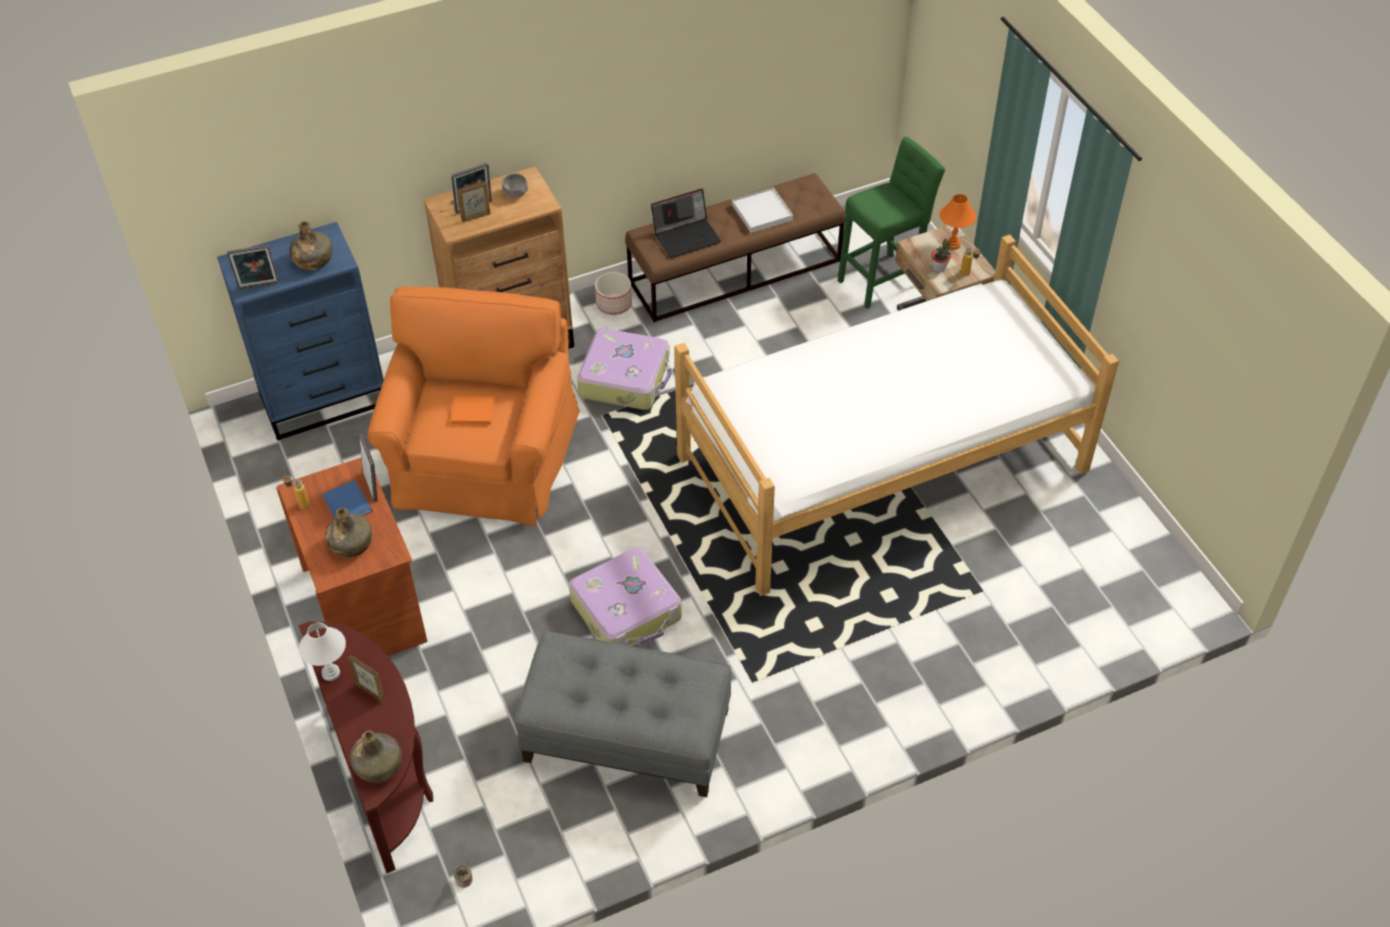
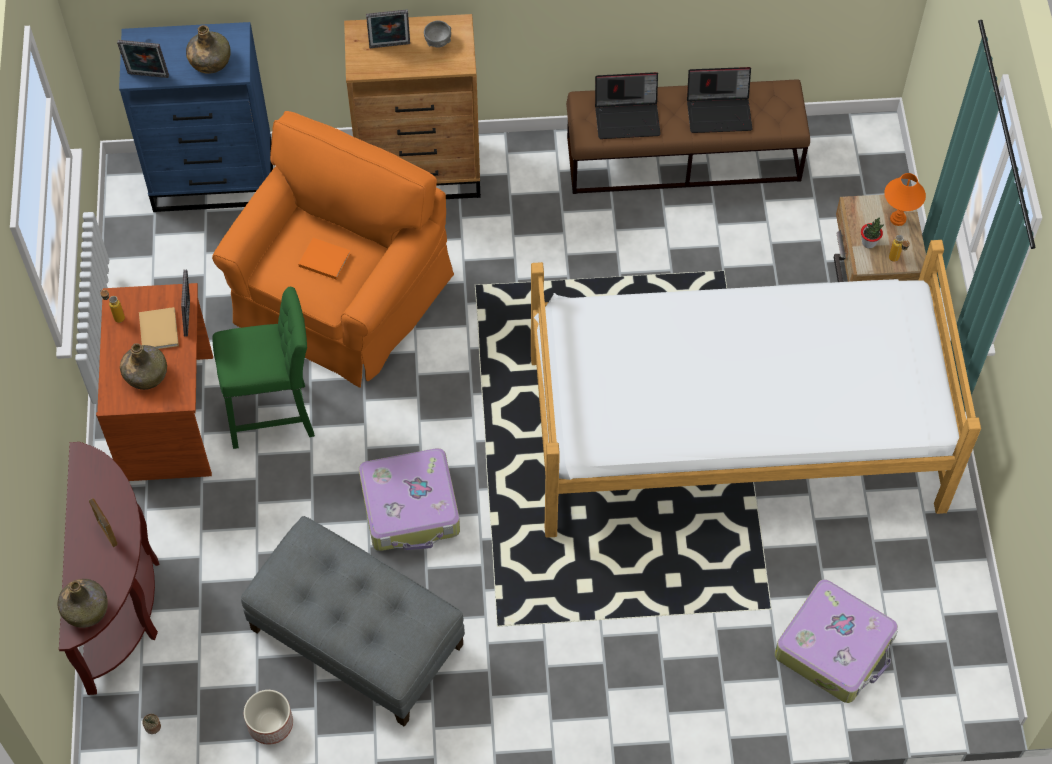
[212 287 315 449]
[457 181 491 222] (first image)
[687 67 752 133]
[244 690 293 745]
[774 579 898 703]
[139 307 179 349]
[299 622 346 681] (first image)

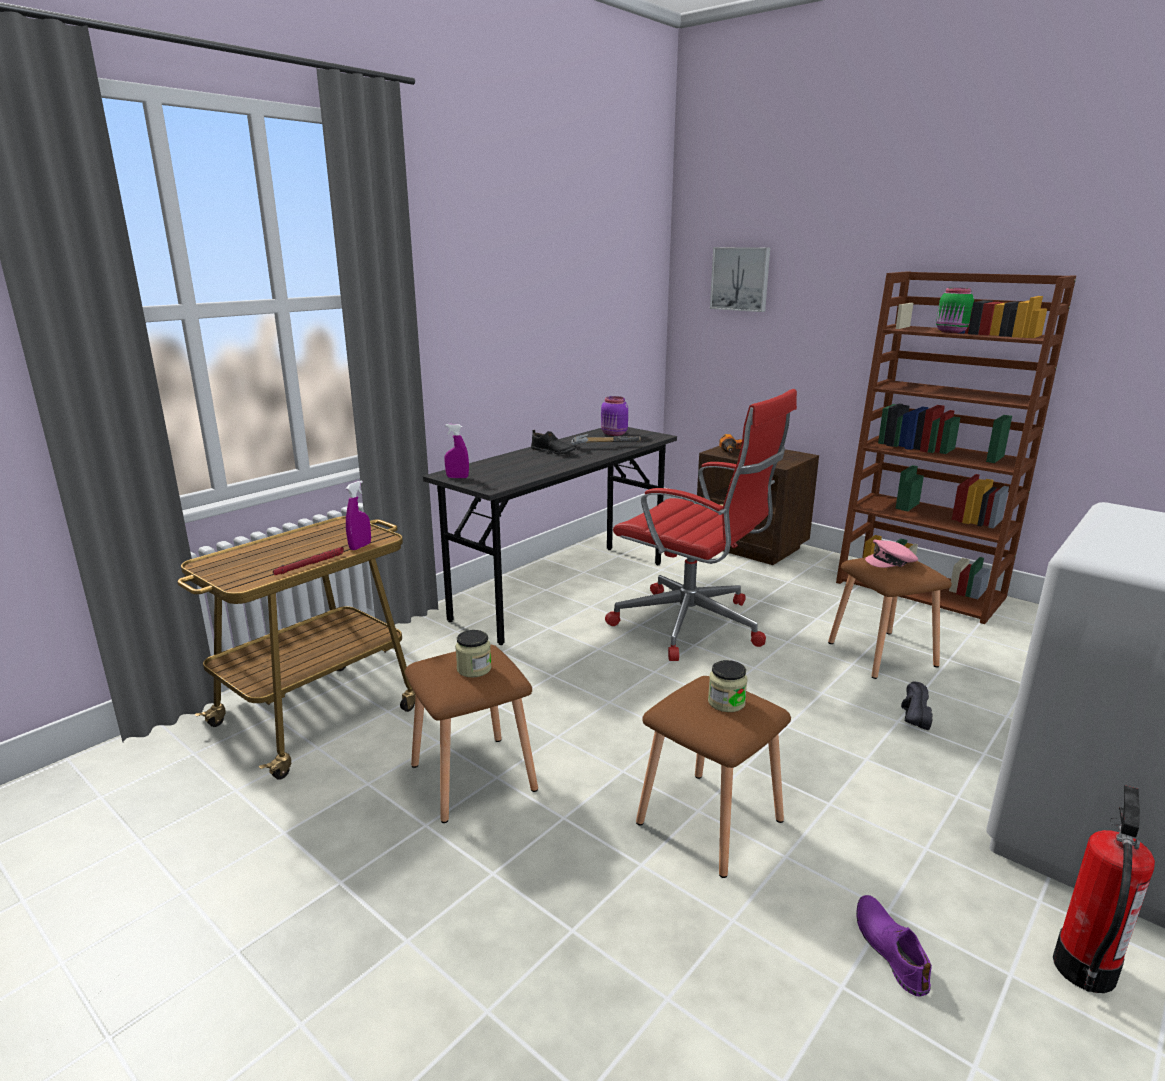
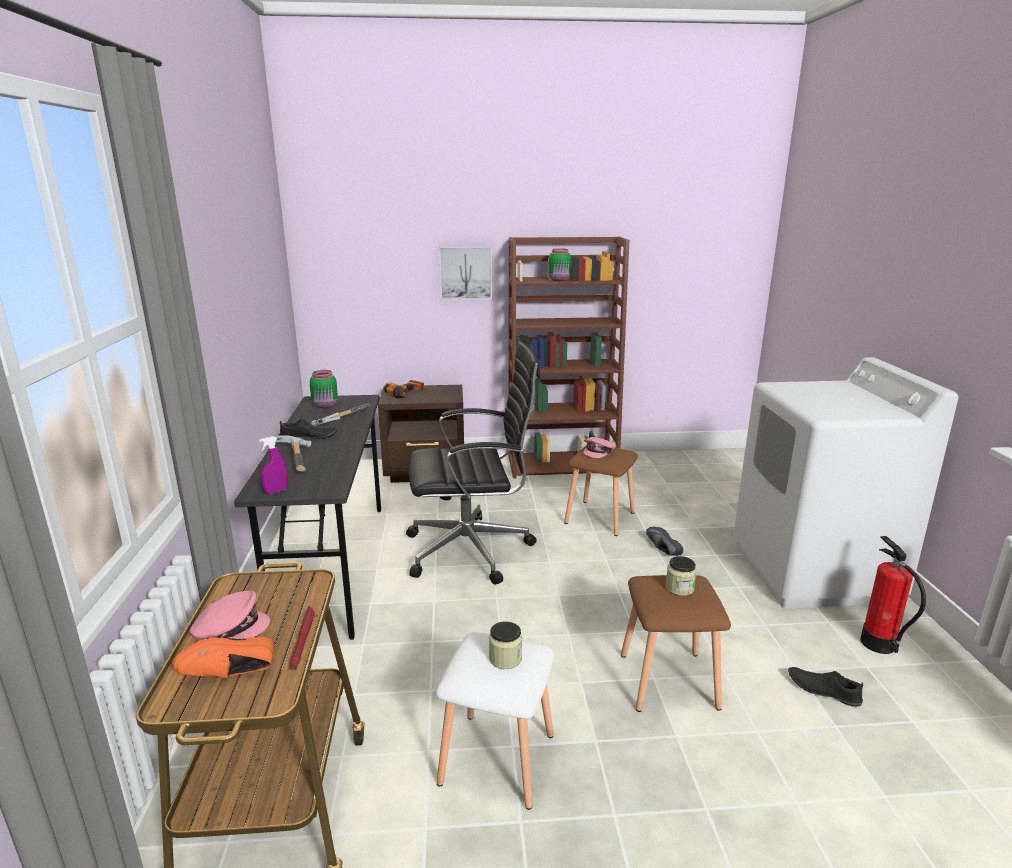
[439 246 492 300]
[406 341 541 585]
[310 370 338 408]
[346 480 371 550] (first image)
[436 632 555 810]
[788 667 863 707]
[275 435 312 472]
[190 591 270 639]
[172 637 275 679]

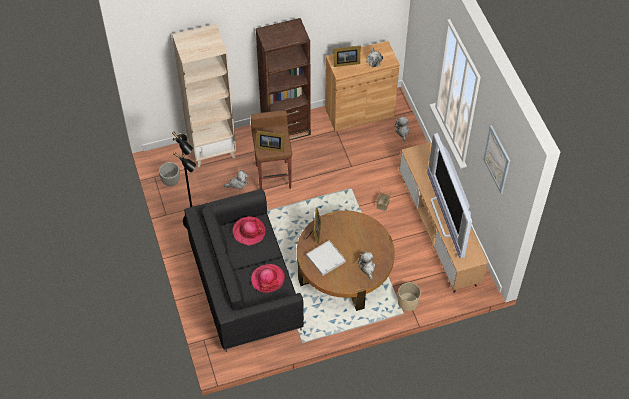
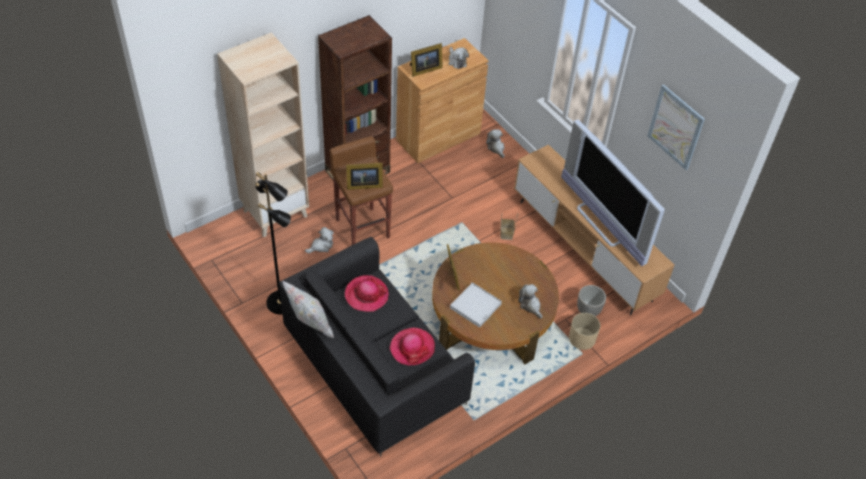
[577 285 606 316]
[282 281 334 338]

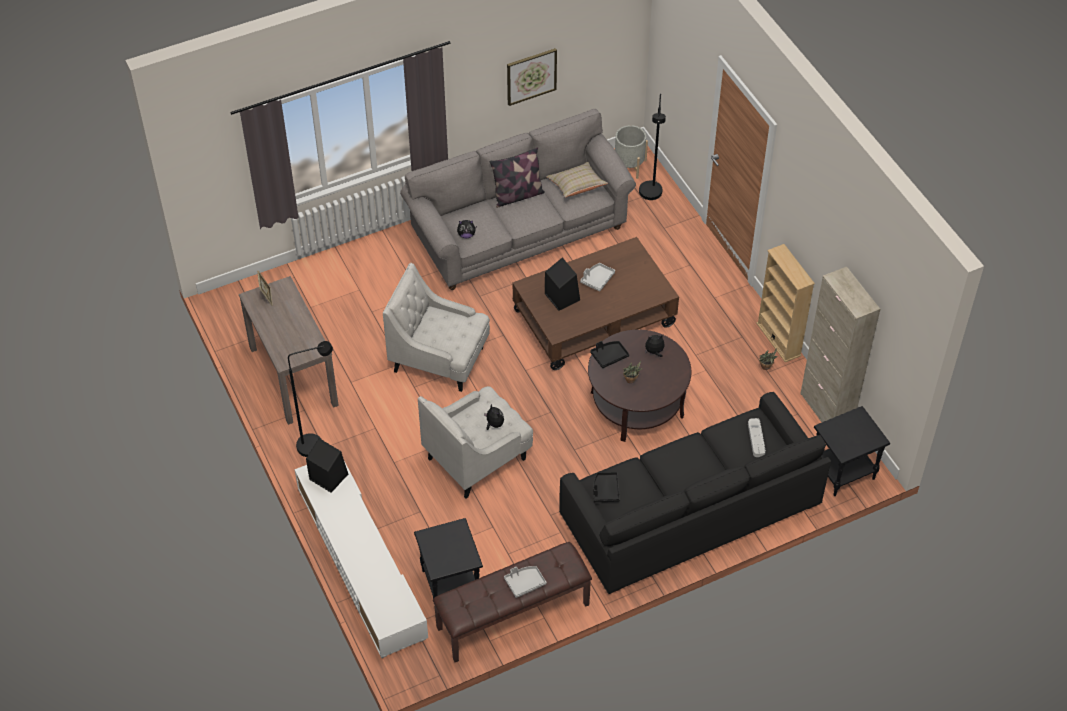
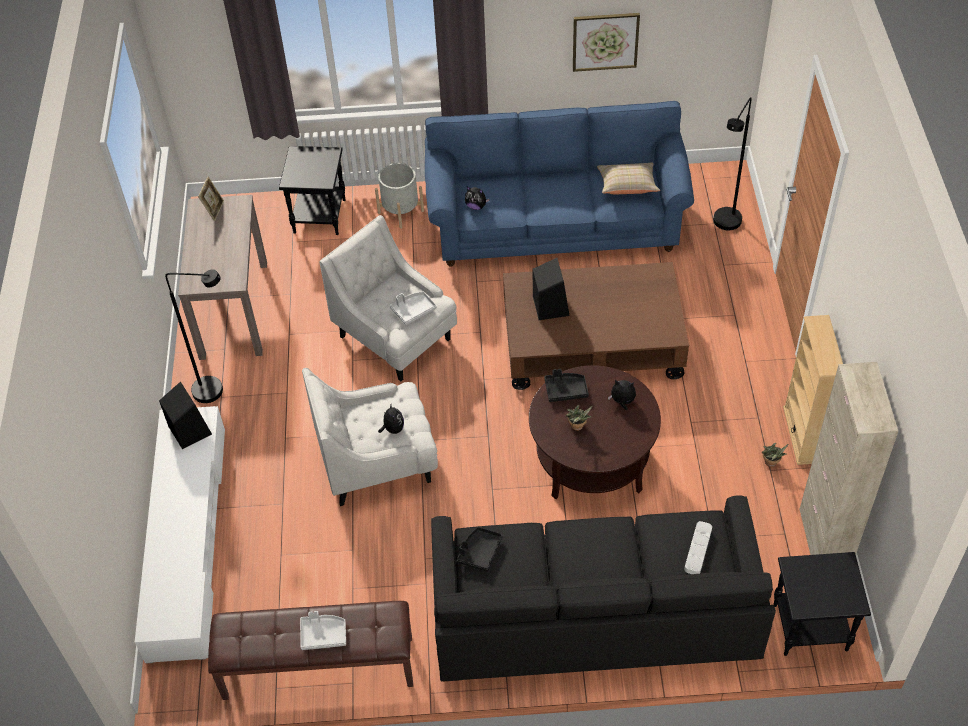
[425 101 694 267]
[375 163 424 229]
[490 147 545 208] (first image)
[390 292 437 325]
[279 146 345 235]

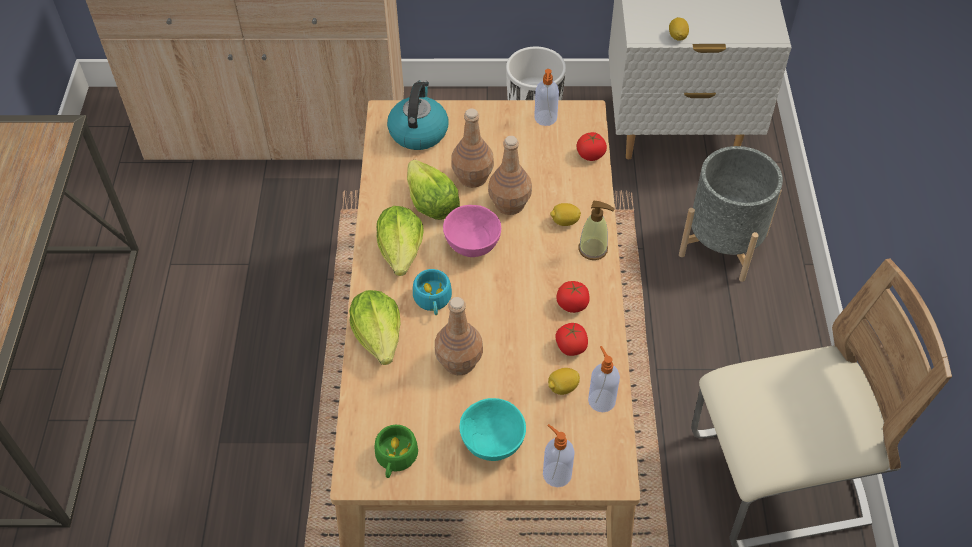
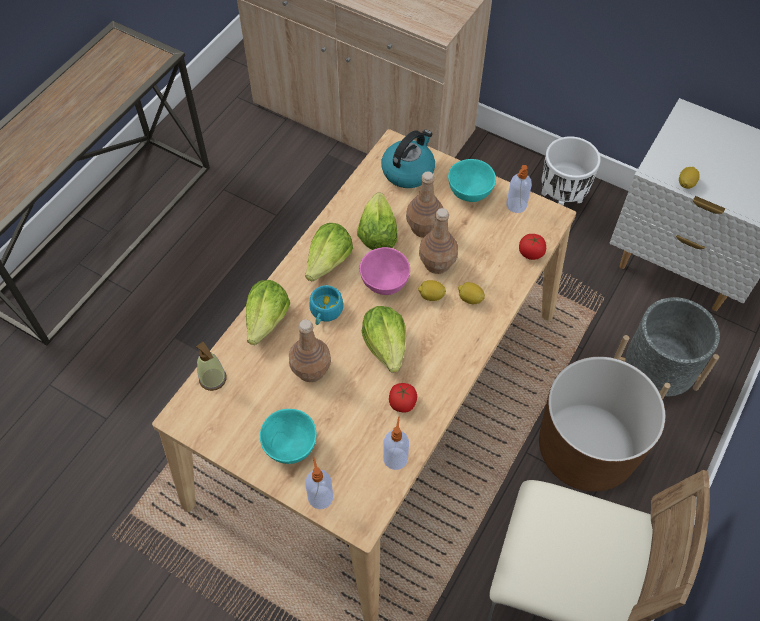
[196 342 227 391]
[556 281 590 313] (first image)
[418 280 446 301]
[375 425 418 478] (first image)
[448 159 496 202]
[362 306 406 373]
[539 357 665 492]

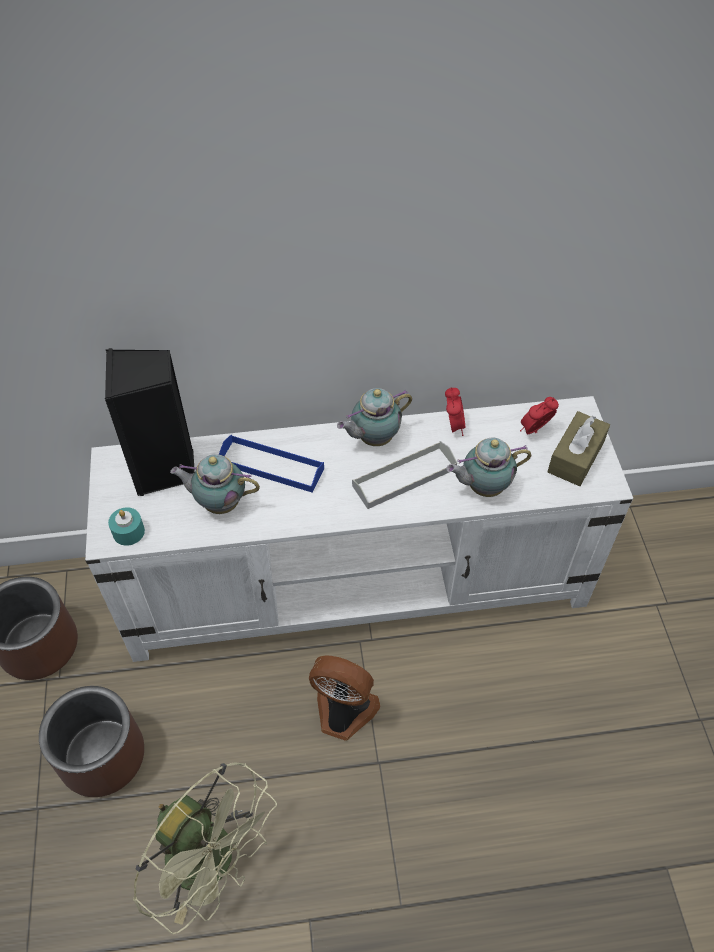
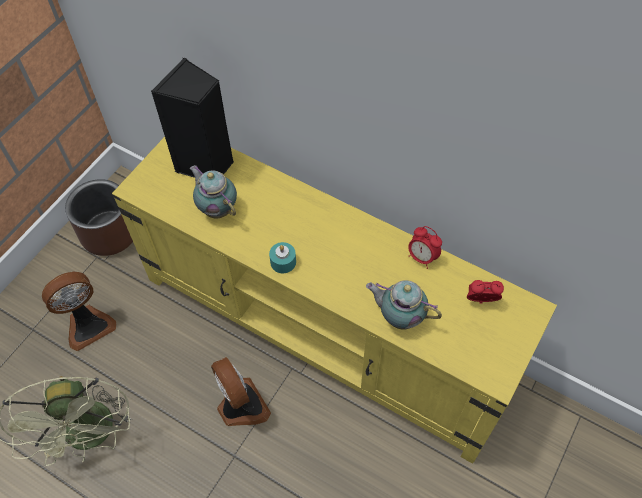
[408 226 442 269]
[337 388 412 446] (first image)
[112 137 557 464]
[547 411 610 486] (first image)
[219 435 324 493] (first image)
[352 441 457 509] (first image)
[269 242 296 273]
[42 272 117 351]

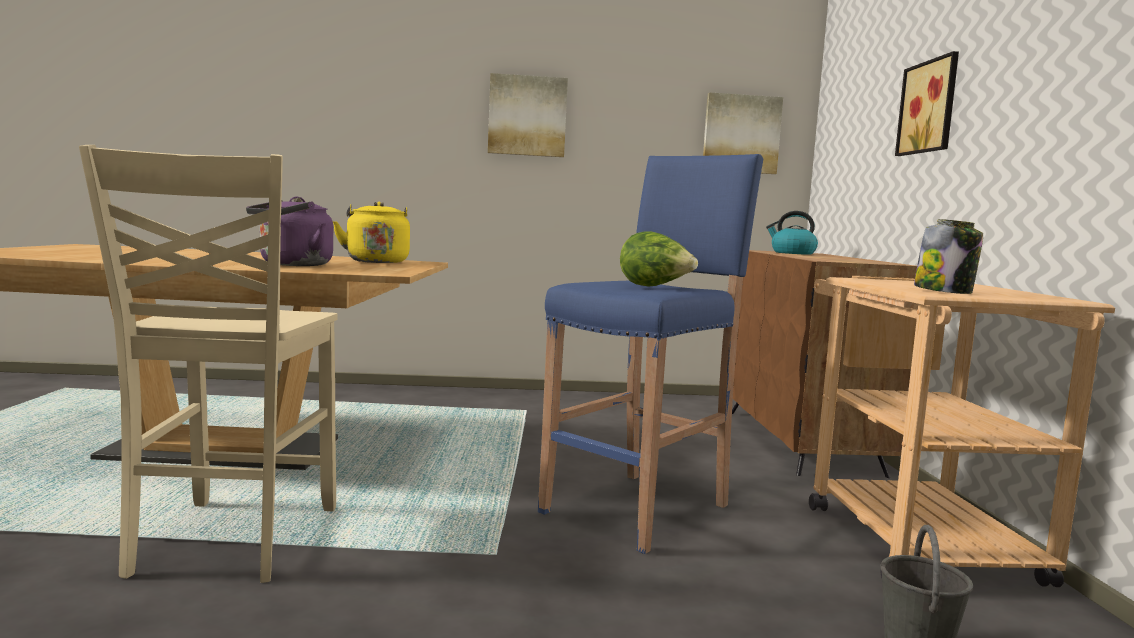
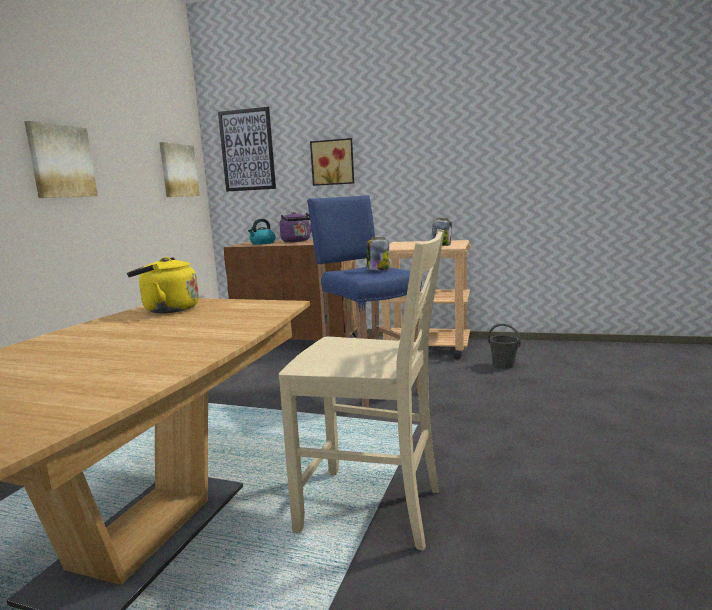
[280 212 312 242]
[367 237 389 270]
[218 107 276 192]

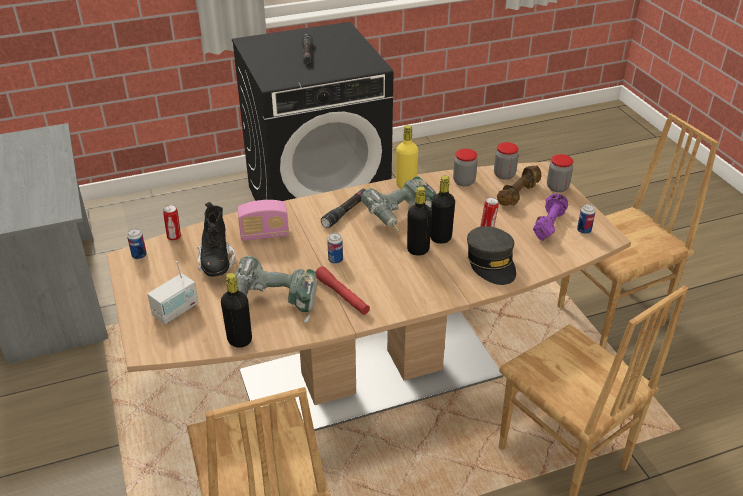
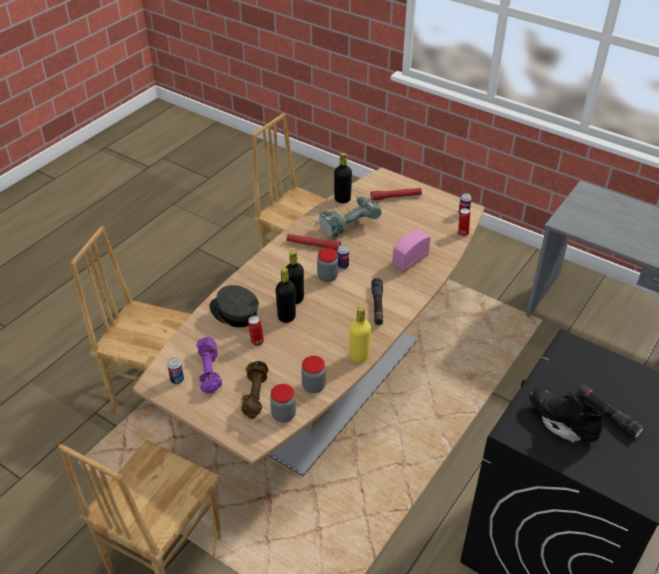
[317 248 338 282]
[361 176 436 232] (first image)
[529 389 608 443]
[371 188 422 201]

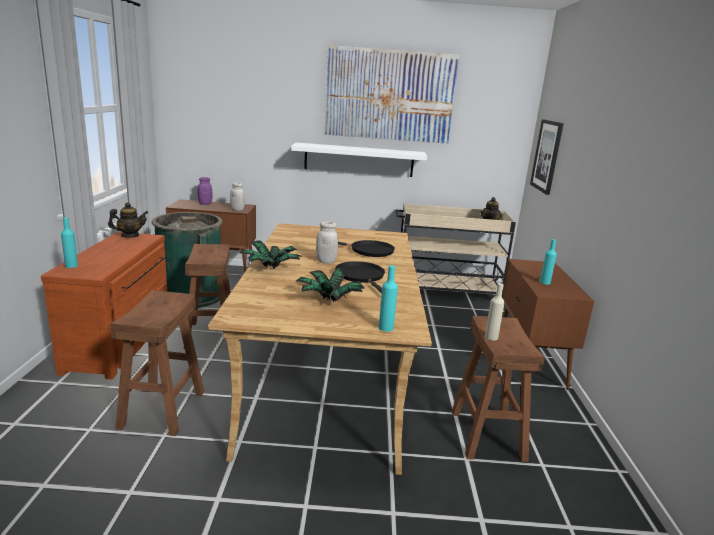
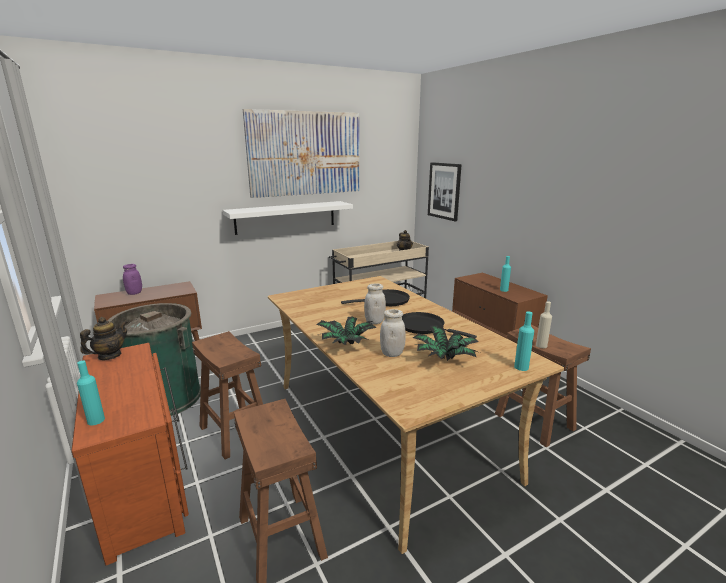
[380 309 406 357]

